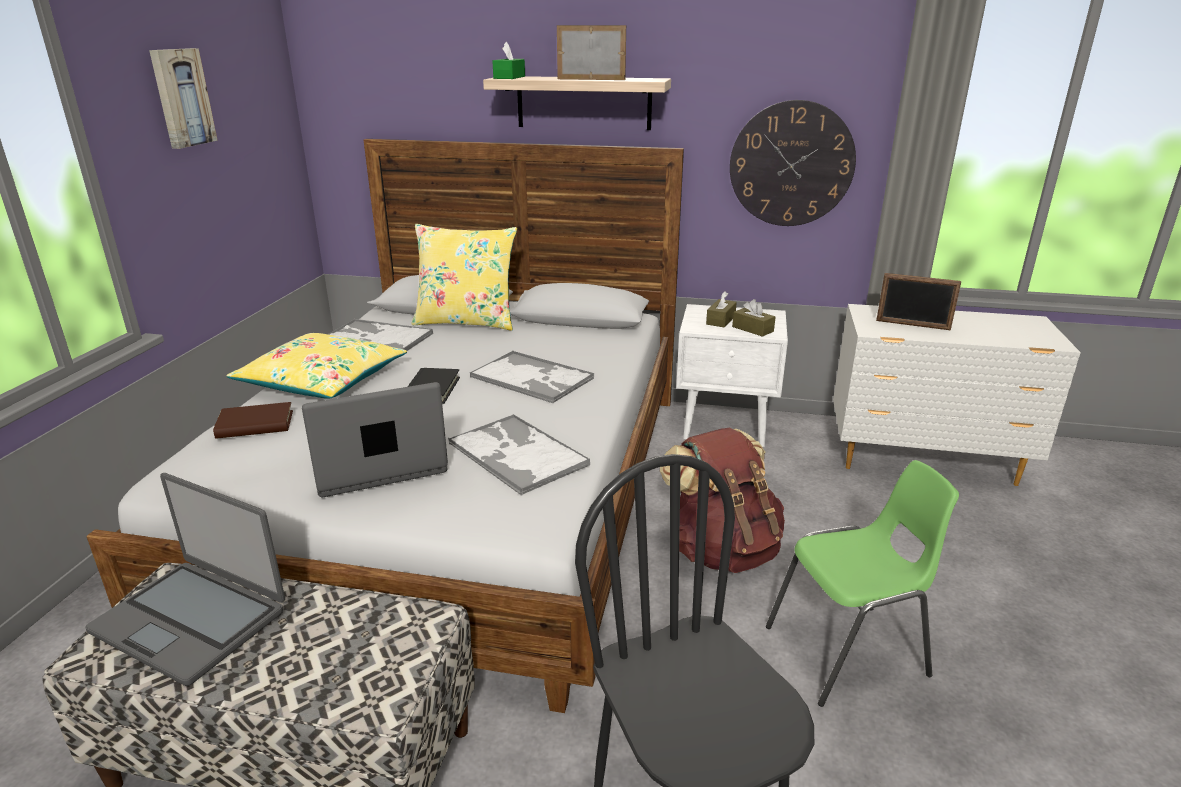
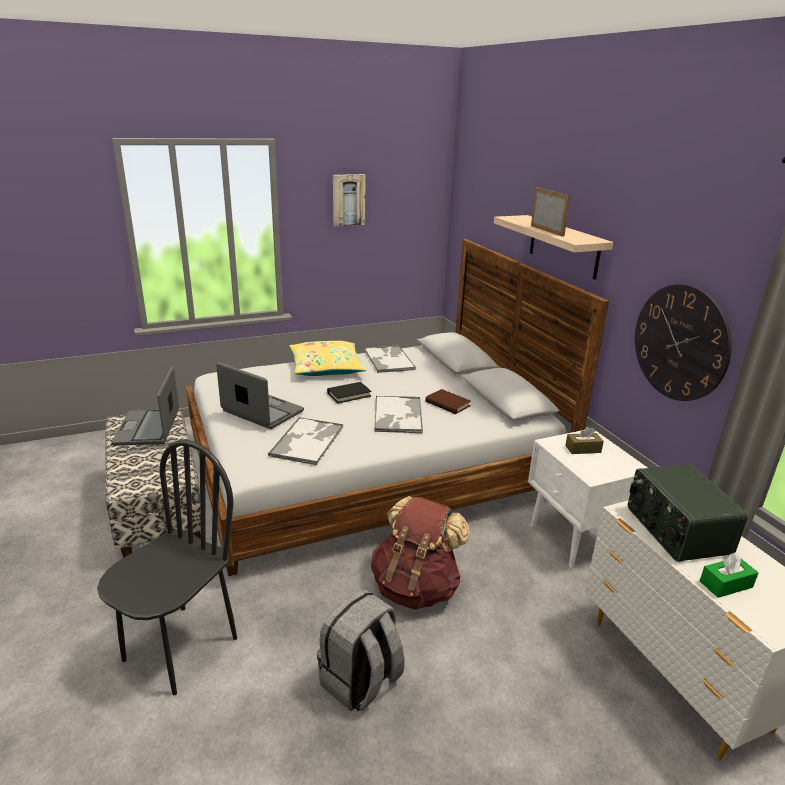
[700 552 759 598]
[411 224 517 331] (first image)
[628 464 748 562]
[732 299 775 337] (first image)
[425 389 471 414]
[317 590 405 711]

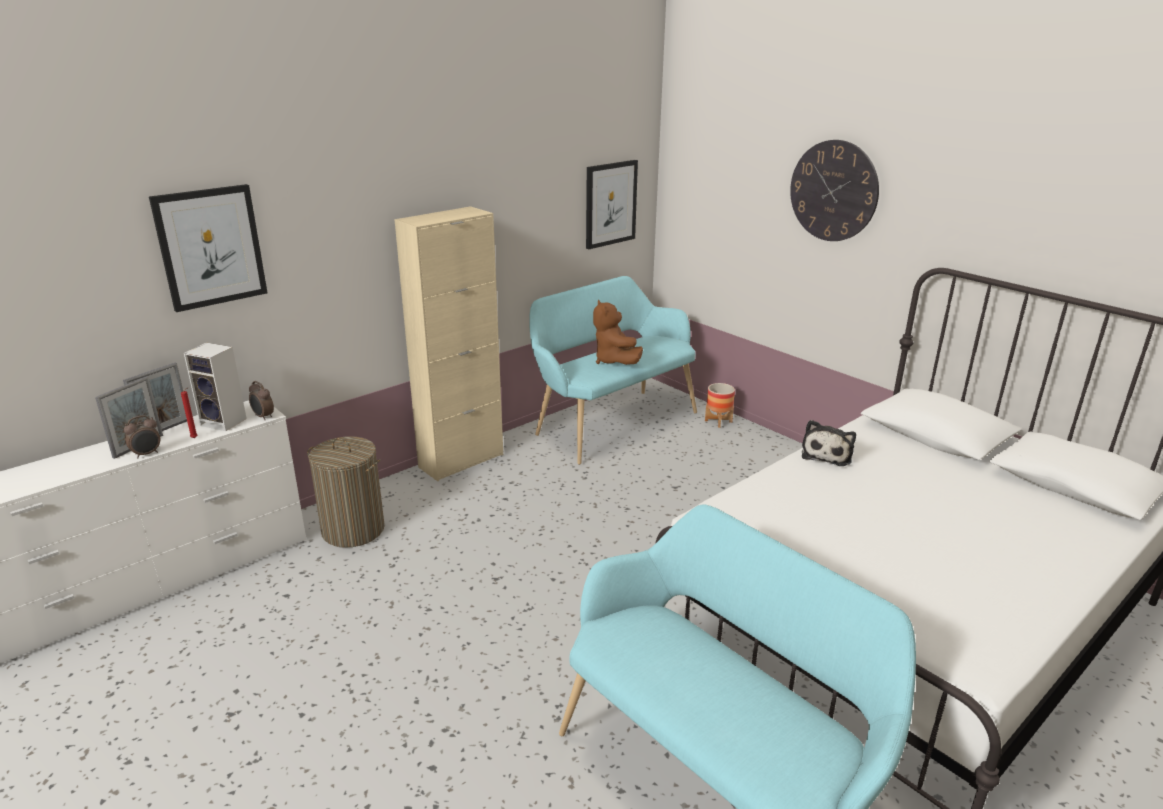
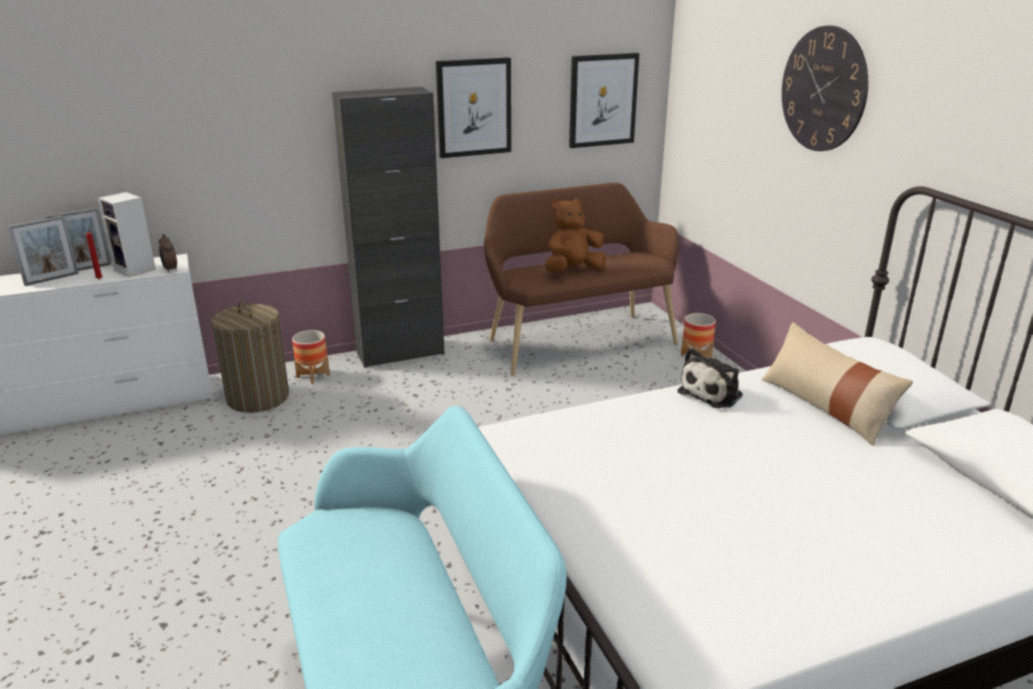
[436 58 511 158]
[332 87 445 368]
[484 183 679 376]
[545 198 606 272]
[124 415 161 459] (first image)
[762 322 913 446]
[292 330 330 384]

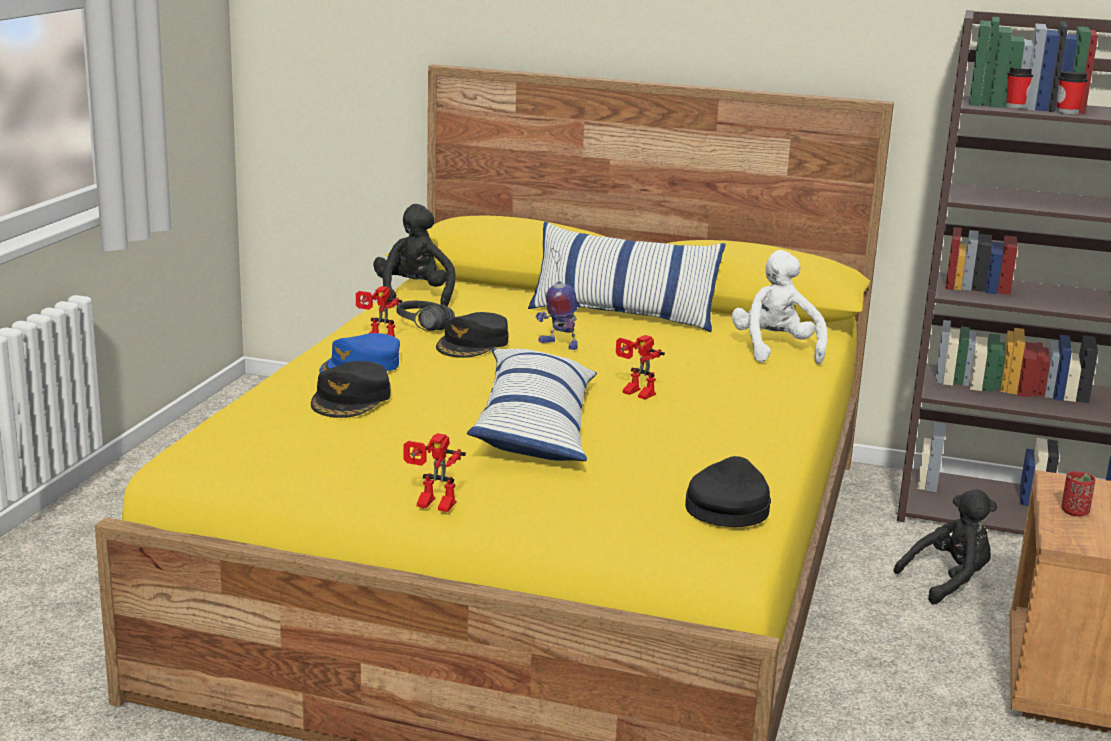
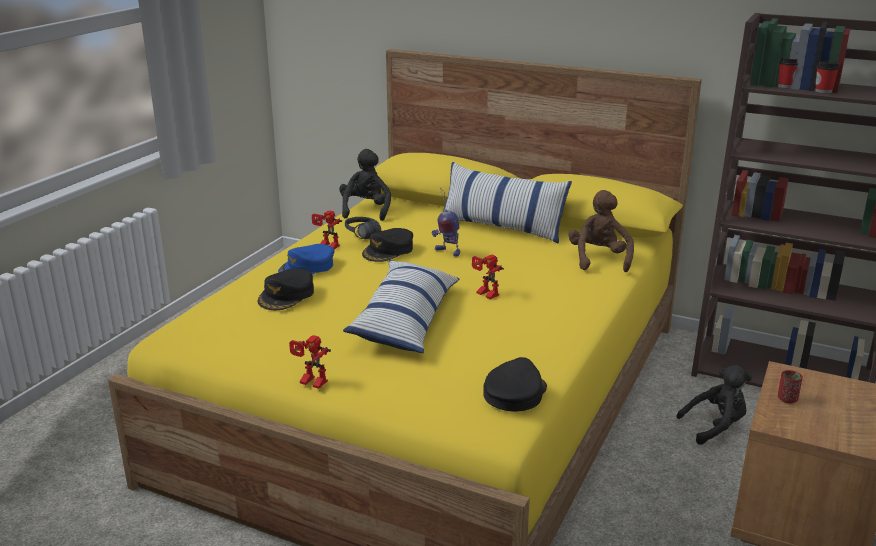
[569 190 634 272]

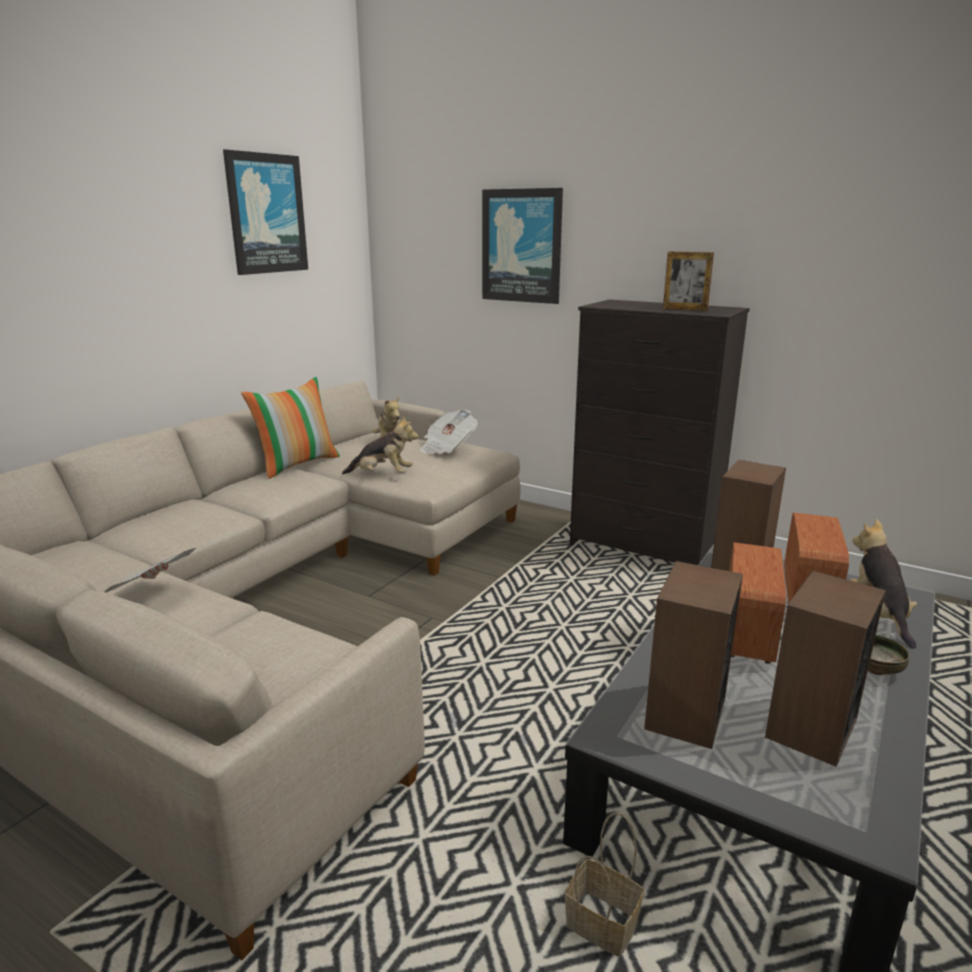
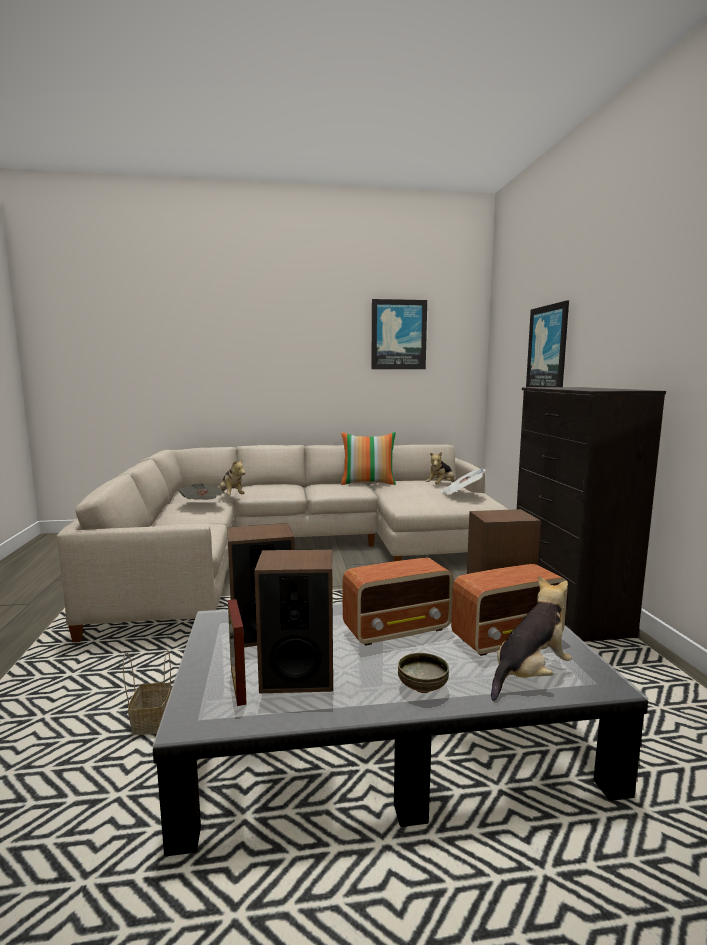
[228 599 247 706]
[219 458 245 495]

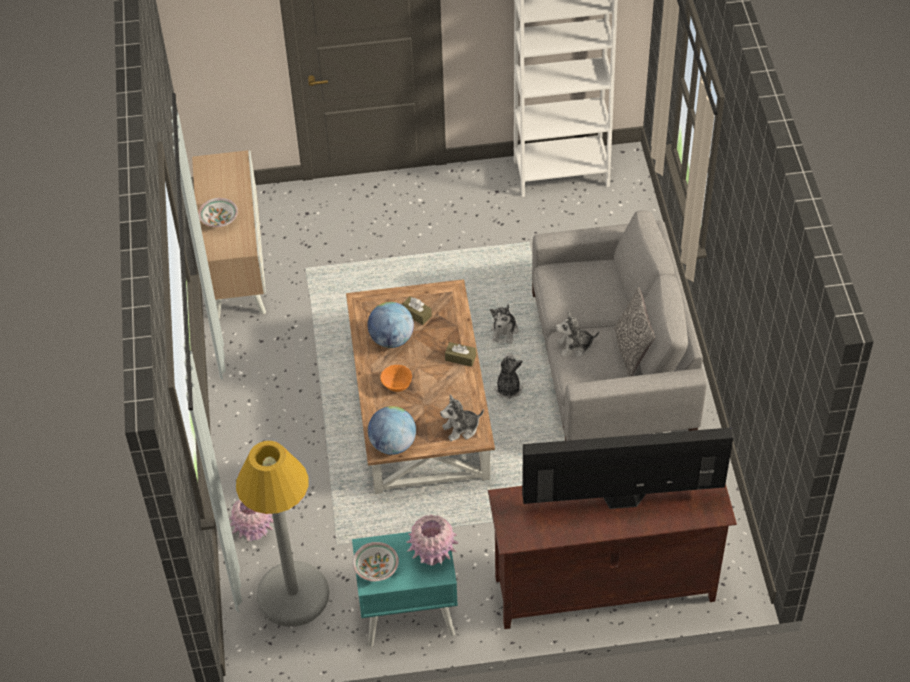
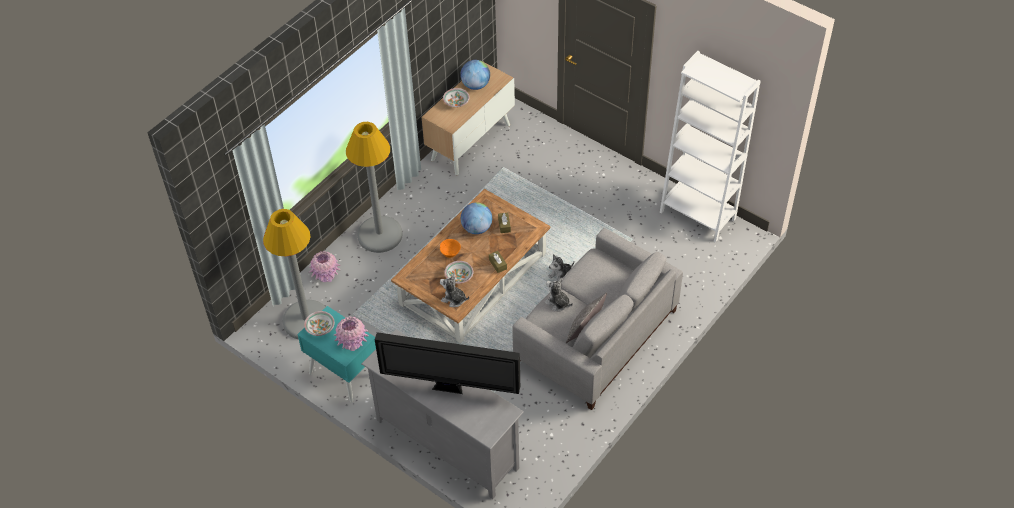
[494 353 523 399] (first image)
[460 60 490 90]
[375 332 520 394]
[362 329 524 499]
[346 122 403 253]
[444 261 473 284]

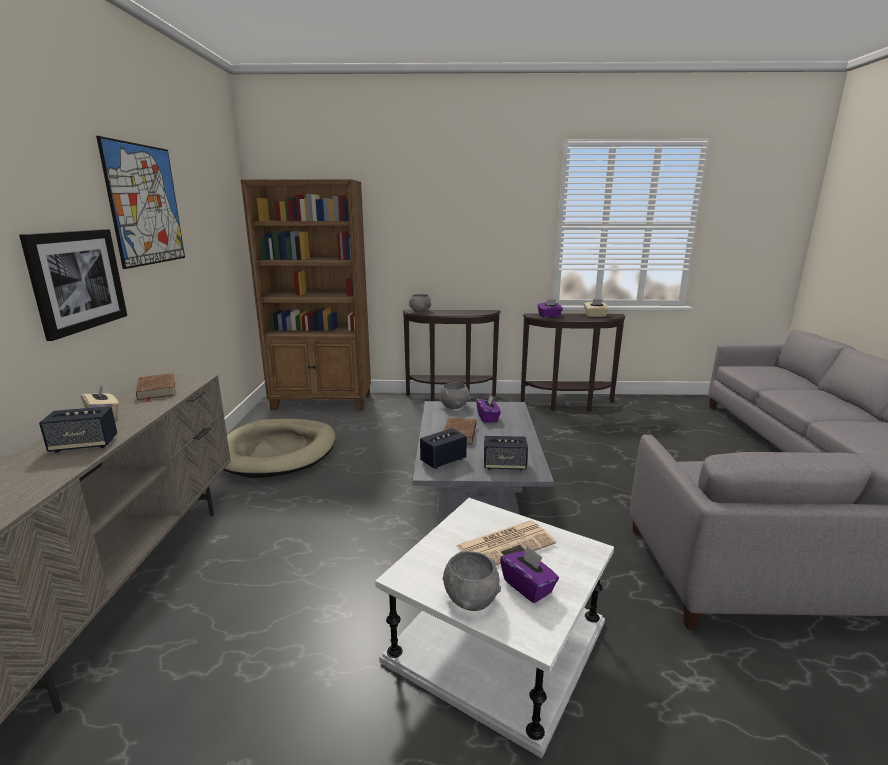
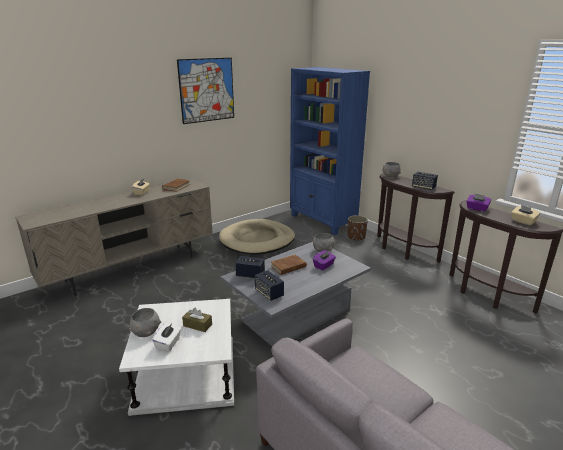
[290 67 370 236]
[19 229 127 341] (first image)
[412 172 438 190]
[182 308 212 332]
[152 322 181 352]
[347 215 368 241]

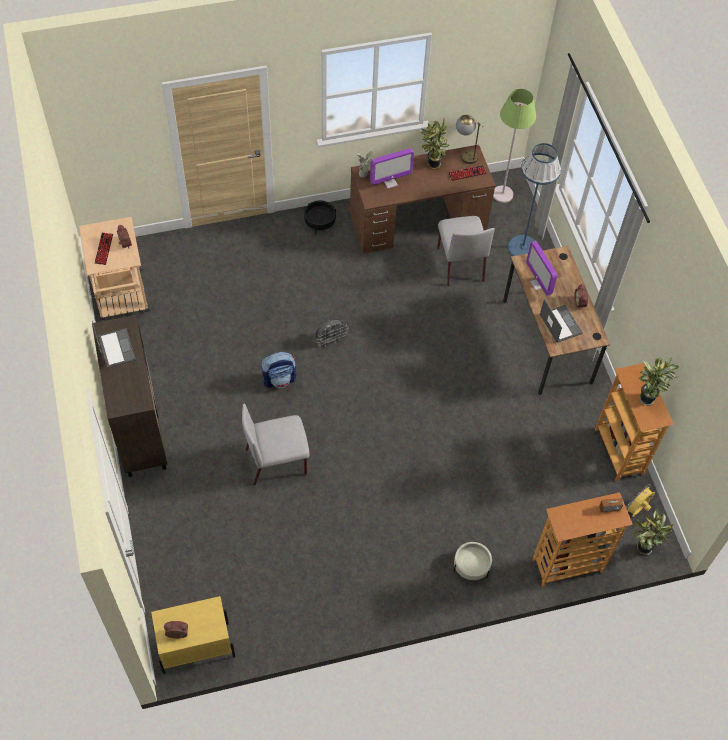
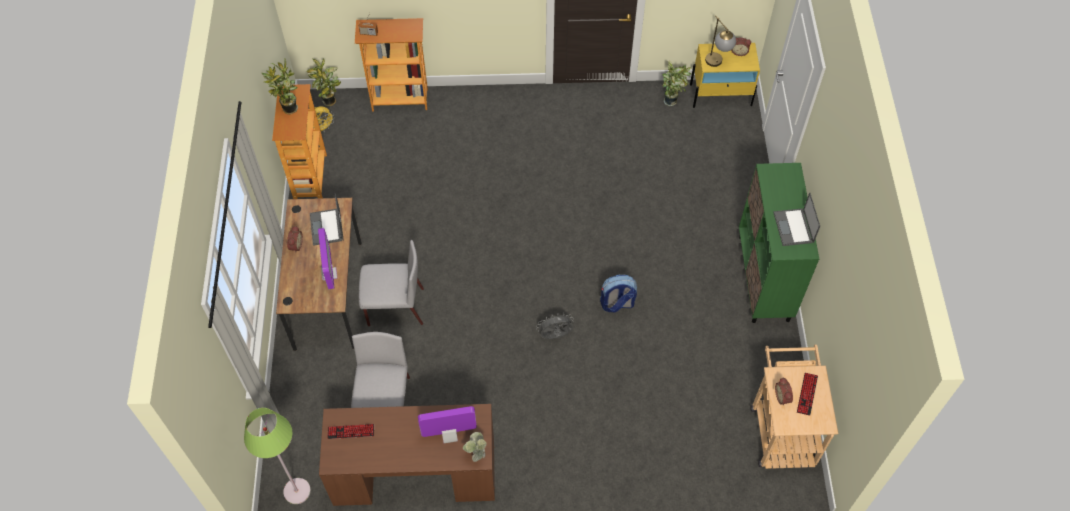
[705 15 736 67]
[662 61 691 106]
[508 143 561 256] (first image)
[304 200 336 231] (first image)
[739 163 819 323]
[359 240 424 326]
[454 542 492 580] (first image)

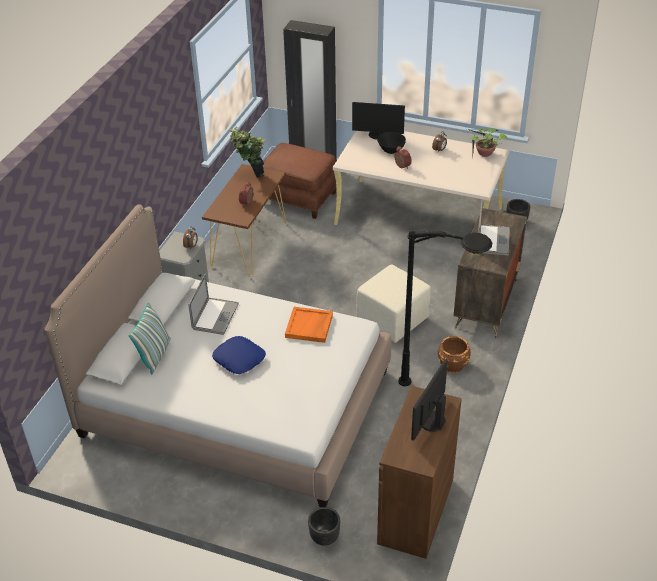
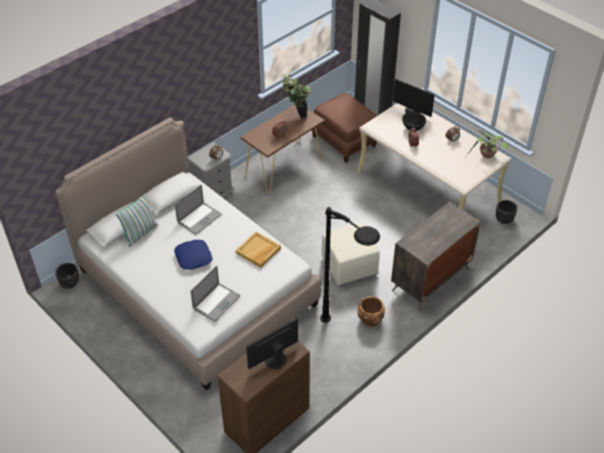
[190 265 240 322]
[236 232 281 268]
[55 263 79 288]

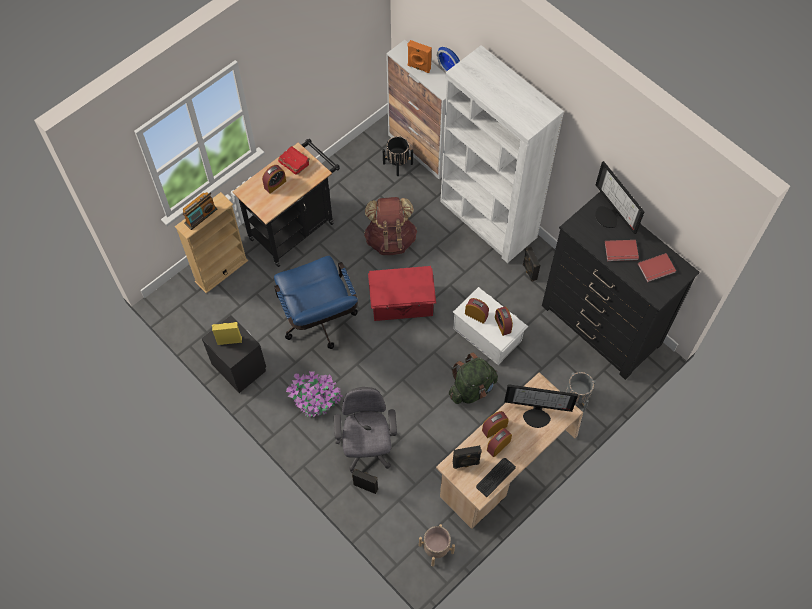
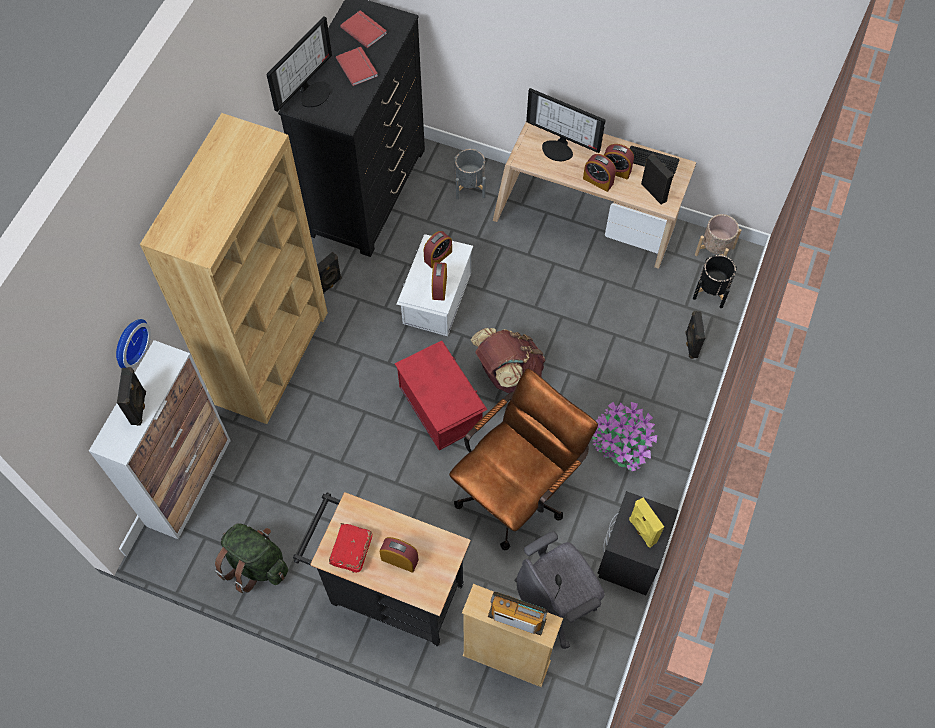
[117 367 146 426]
[140 113 328 424]
[693 255 737 308]
[471 328 546 393]
[449 368 598 550]
[215 523 288 593]
[526 88 605 161]
[514 531 605 649]

